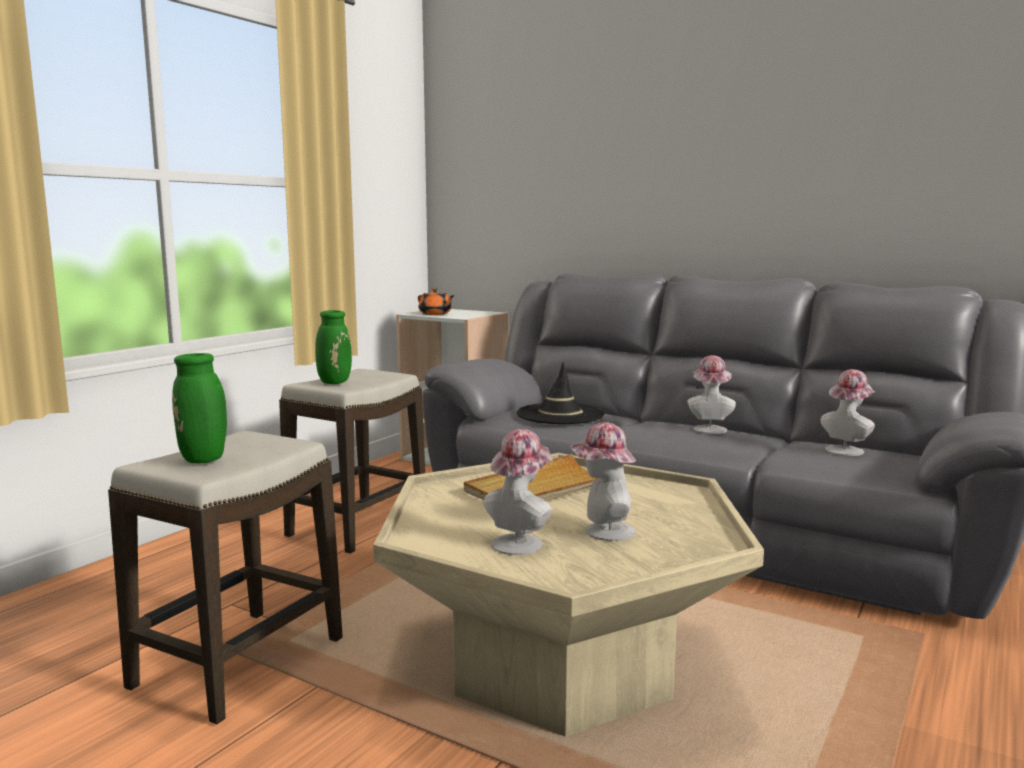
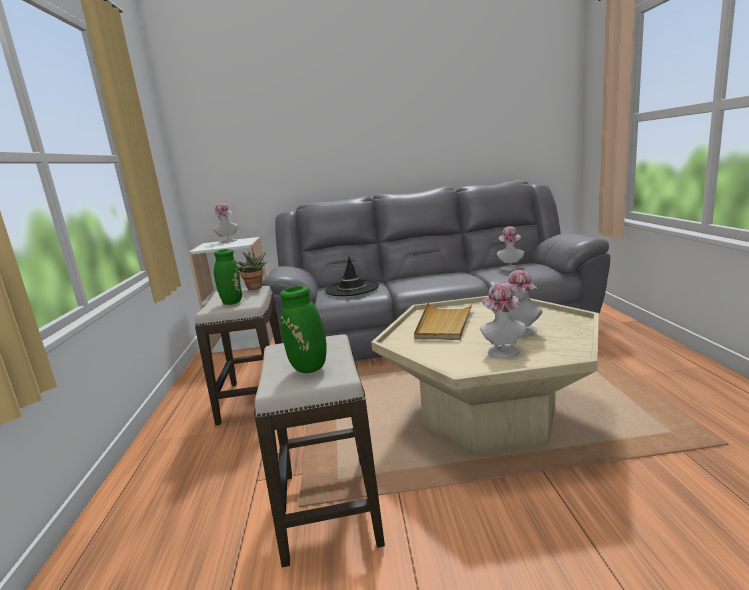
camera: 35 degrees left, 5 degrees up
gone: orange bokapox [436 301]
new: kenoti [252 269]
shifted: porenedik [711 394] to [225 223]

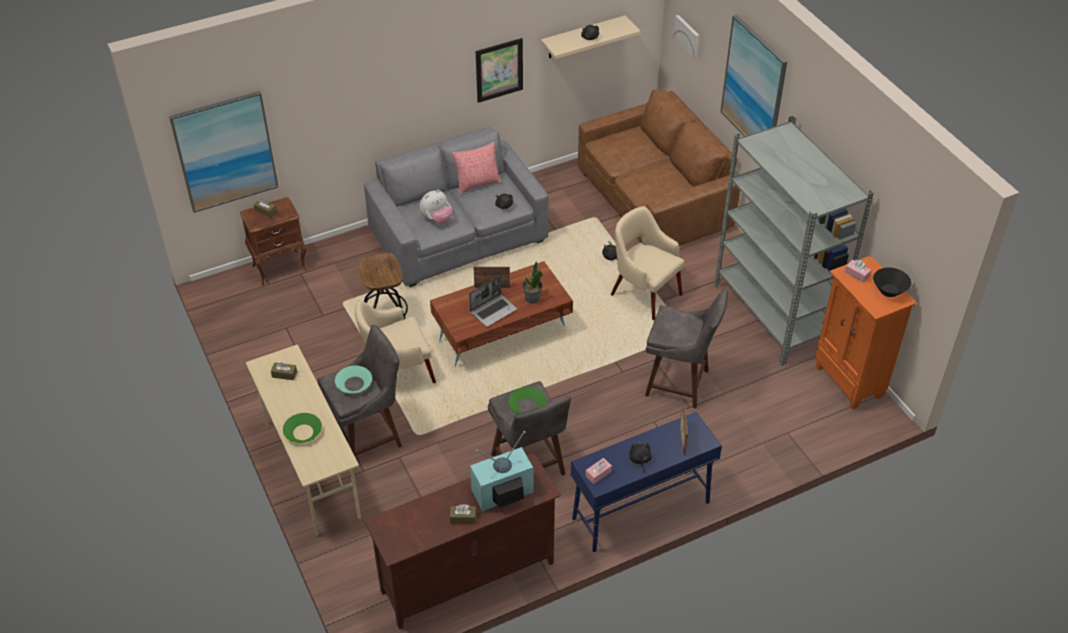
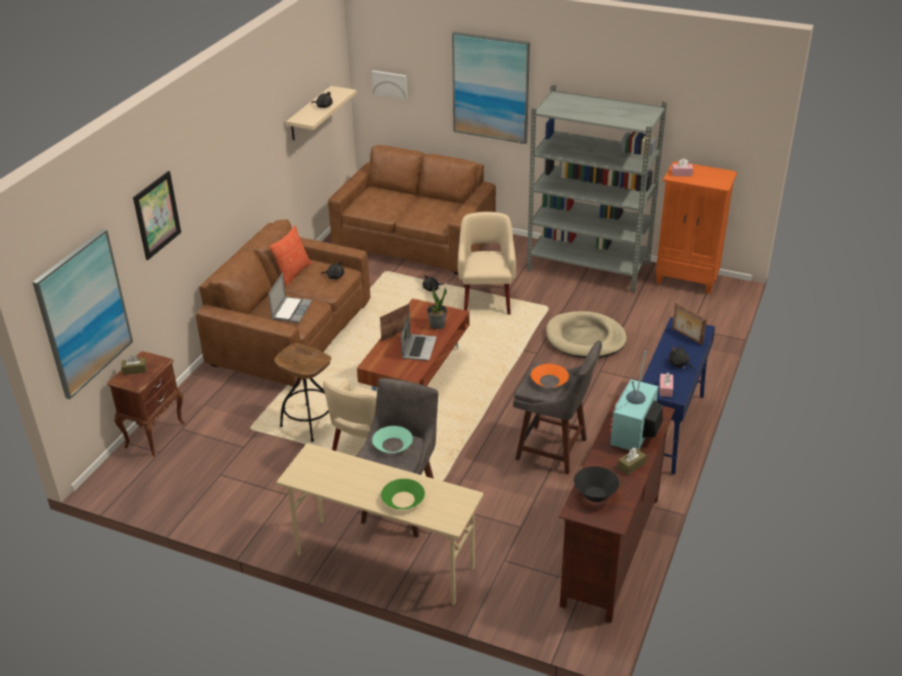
camera: 40 degrees left, 10 degrees down
gone: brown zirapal [284 371]
shifted: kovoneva [499 70] to [157 215]; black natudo [892 282] to [596 484]
swapped: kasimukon [435 207] to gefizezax [290 298]; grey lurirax [686 348] to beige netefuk [586 334]
repainted: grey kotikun [456 207] to brown kotikun [283 303]; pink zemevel [476 168] to orange zemevel [290 256]; green natudo [527 400] to orange natudo [550 375]
rotated: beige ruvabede [647 263] = [487 263] 90 degrees clockwise

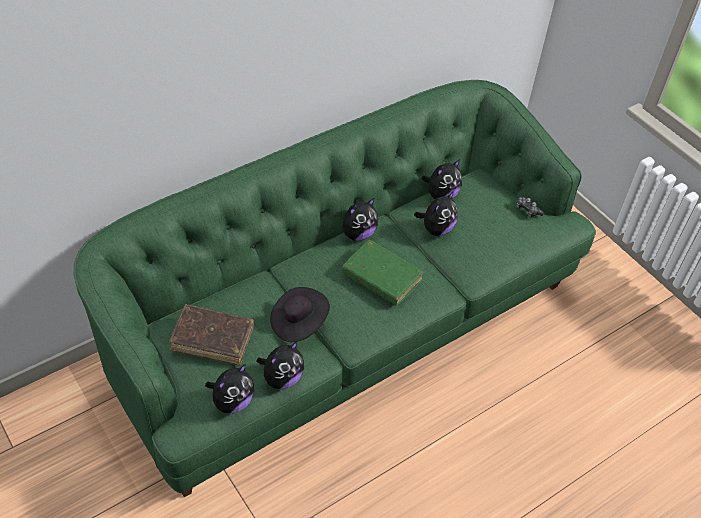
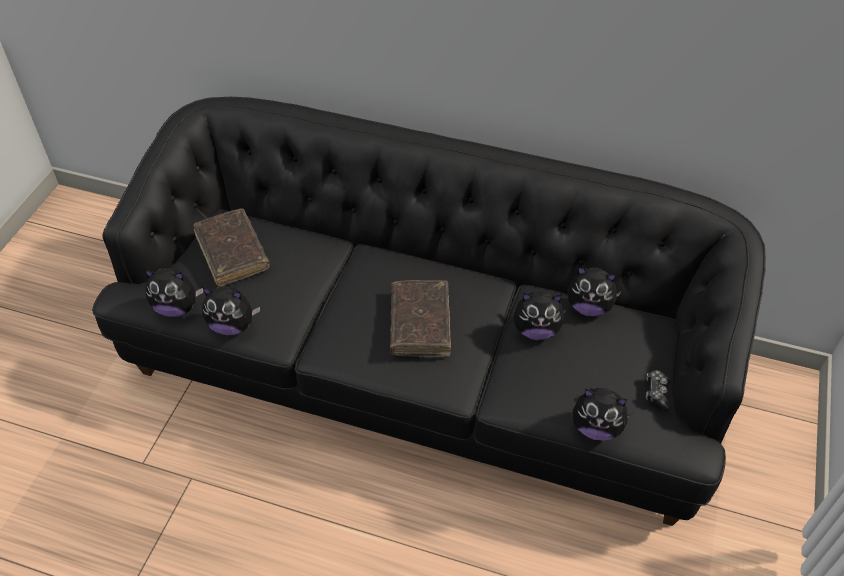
camera: 55 degrees right, 0 degrees up
gone: black porenedik [300 314]
shifted: kasimukon [360 219] to [603 414]
repainted: green kotikun [334 288] to black kotikun [429 311]; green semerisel [382 273] to brown semerisel [420 318]

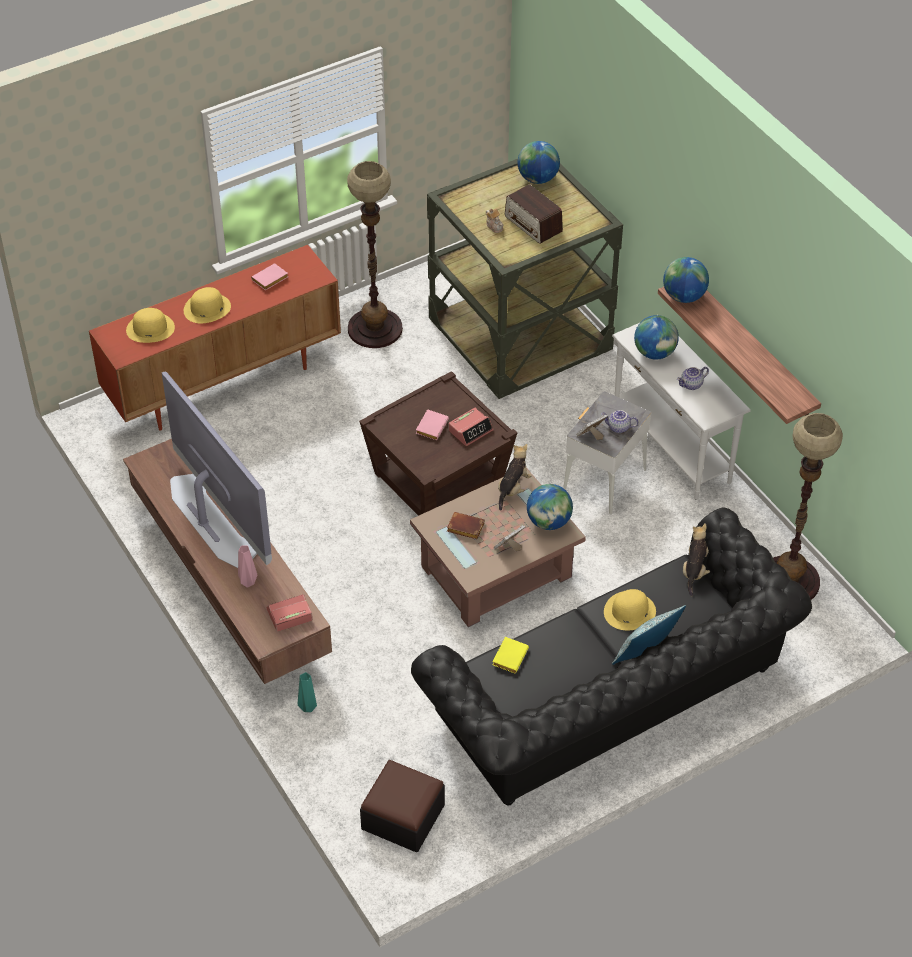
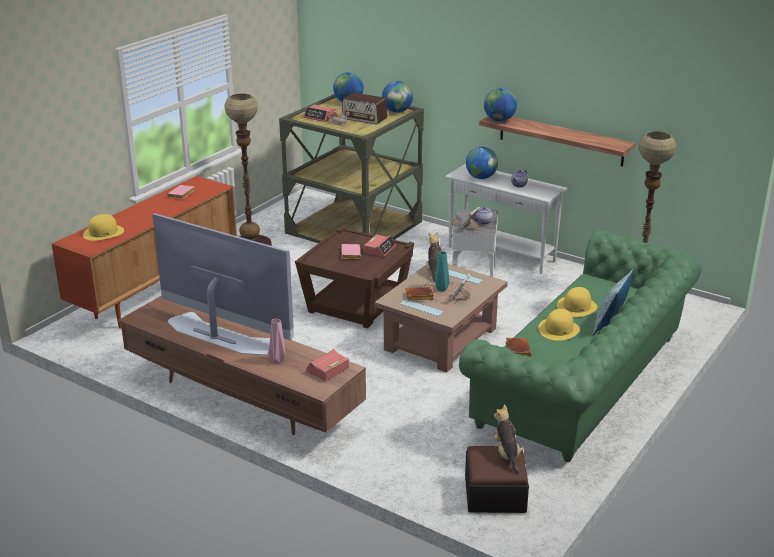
camera: 25 degrees left, 20 degrees down
new: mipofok [319 113]
shifted: yellow porenedik [207 305] to [559 325]; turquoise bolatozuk [307 692] to [442 271]; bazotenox [550 507] to [397 97]; kasimukon [696 559] to [509 439]
repainted: black kotikun [611 657] to green kotikun [580 346]; yellow semerisel [510 655] to brown semerisel [519 347]

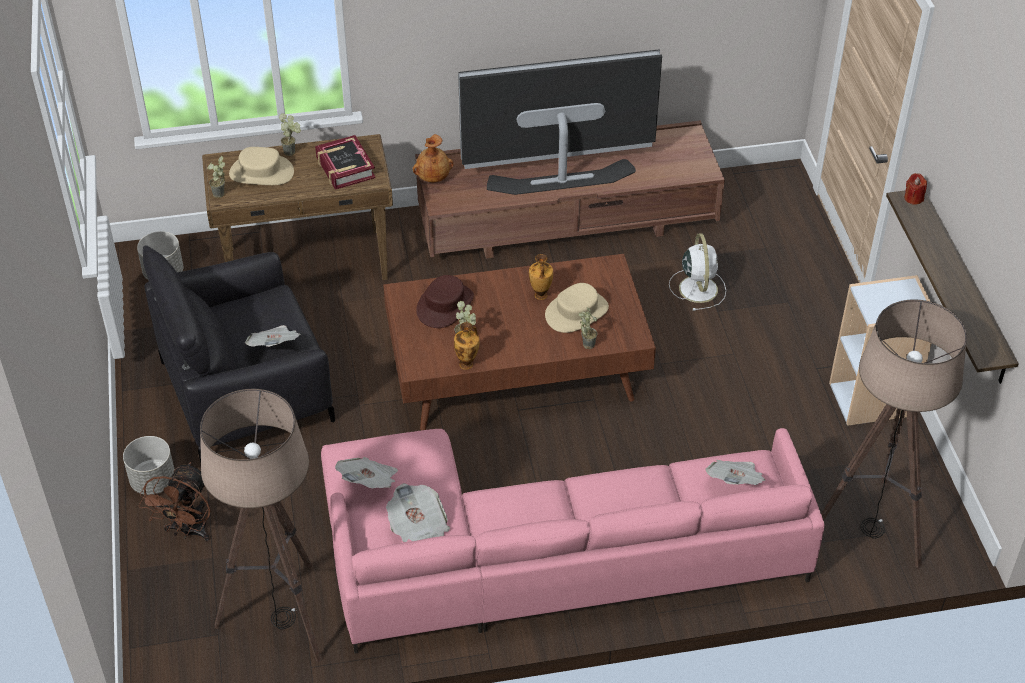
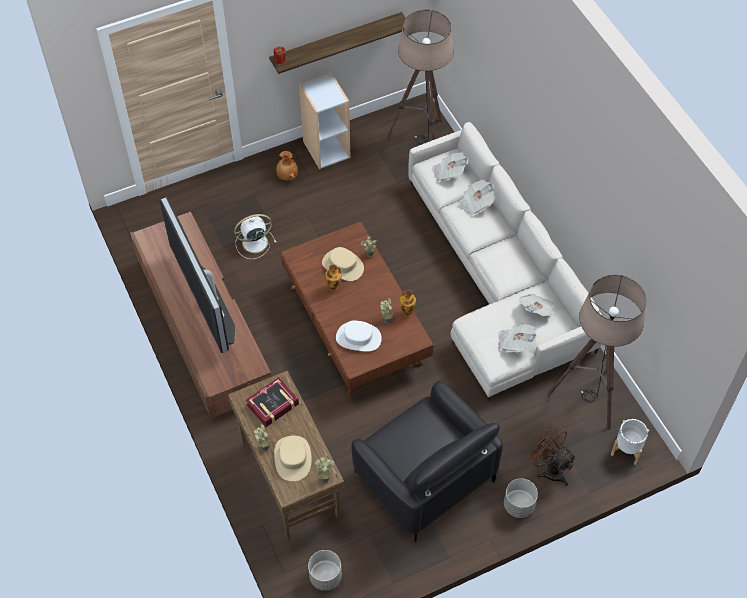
camera: 105 degrees left, 10 degrees up
new: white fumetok [630 442]
shifted: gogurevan [273 336] to [476 198]; brown bolatozuk [433 158] to [287 165]
repainted: pink kotikun [573 540] to white kotikun [505 261]; brown porenedik [445 301] to white porenedik [359 335]
rotated: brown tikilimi [175 501] = [552 455] 135 degrees counterclockwise

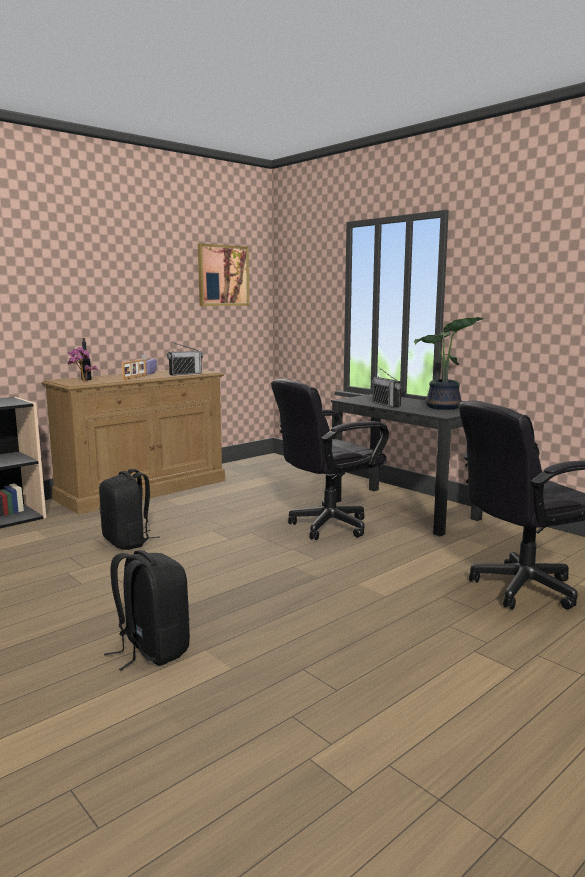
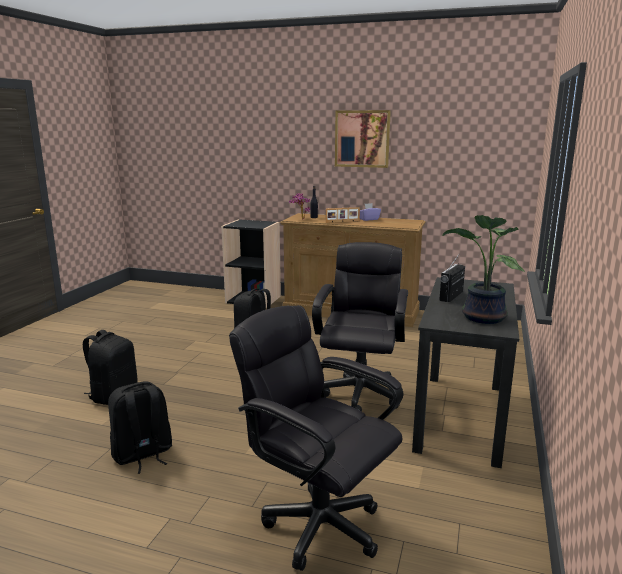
camera: 60 degrees right, 5 degrees up
gone: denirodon [185 358]
new: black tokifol [140 427]
shifted: kovoneva [223 274] to [363 139]
rotated: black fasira [330 459] = [360 327] 75 degrees clockwise

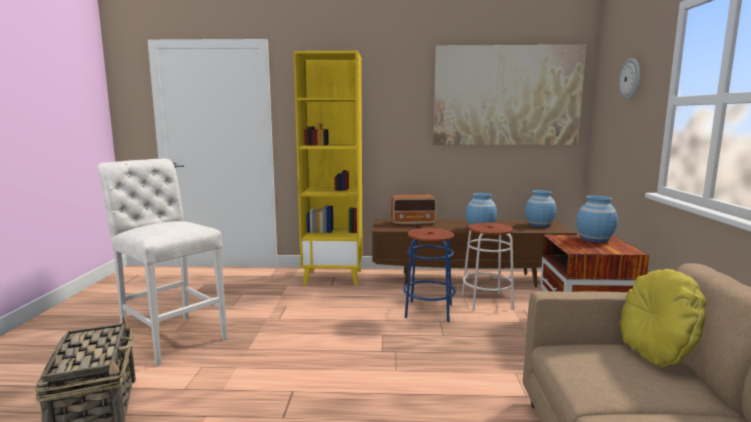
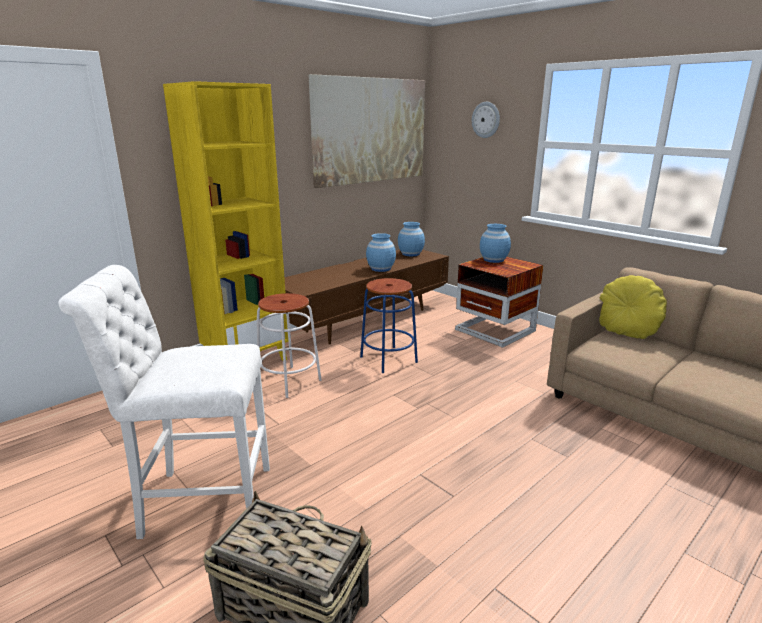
camera: 45 degrees left, 10 degrees up
gone: denirodon [414 210]
shifted: white lurirax [488 266] to [289 345]

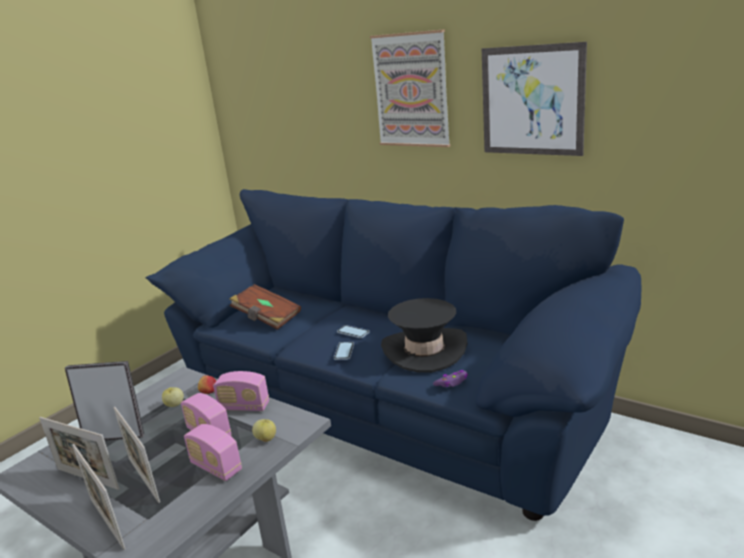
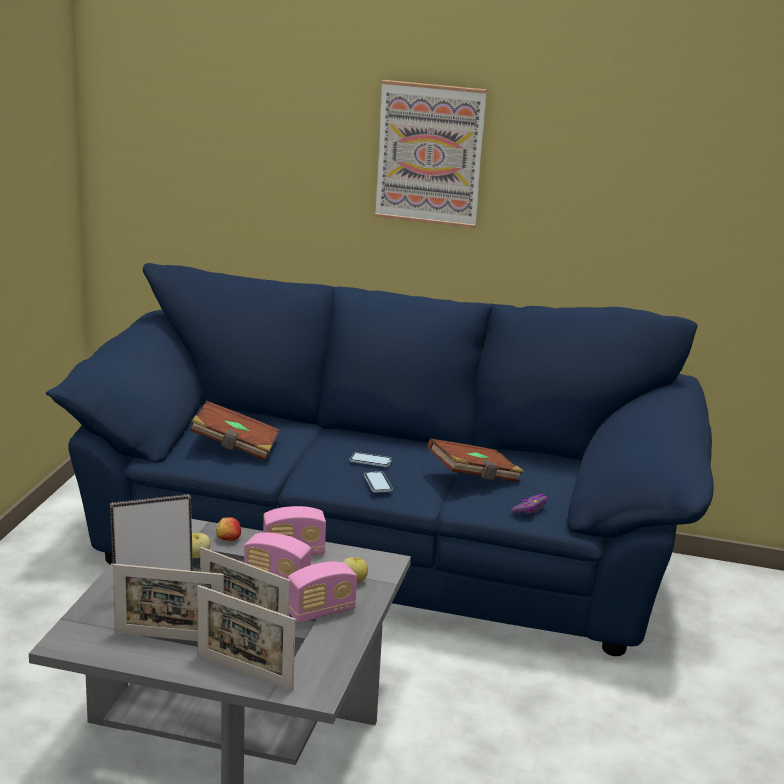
camera: 25 degrees left, 0 degrees up
gone: kovoneva [534 99]
swapped: black porenedik [424 335] to brown semerisel [475 461]
rotated: denirodon [213 452] = [322 592] 45 degrees counterclockwise

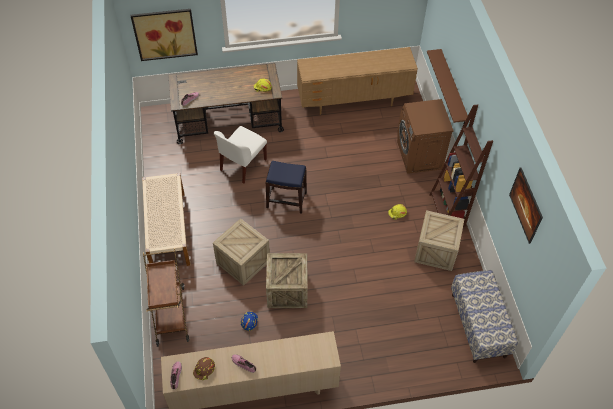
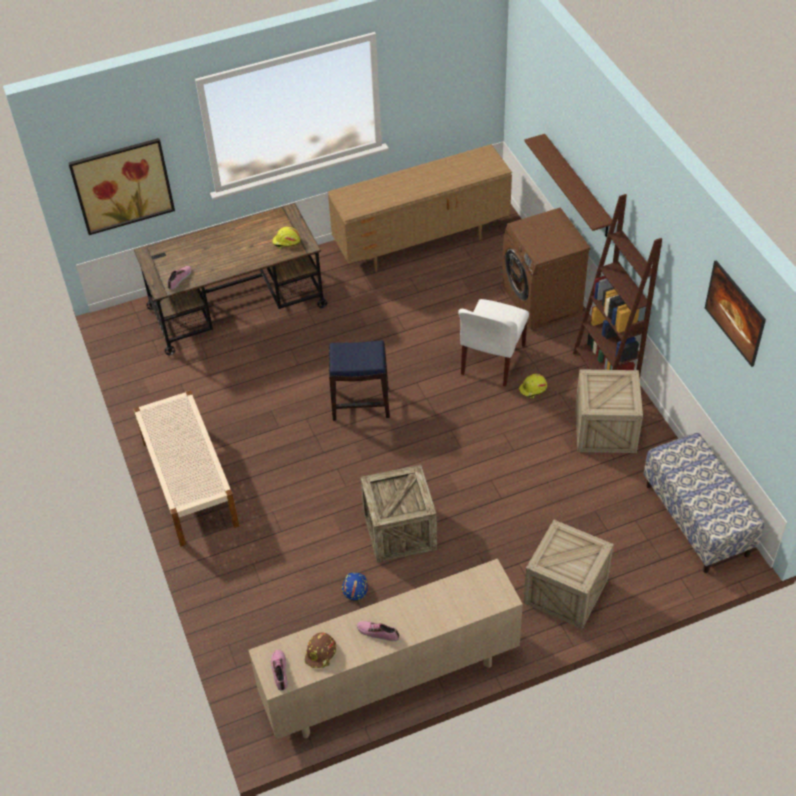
camera: 10 degrees left, 5 degrees down
gone: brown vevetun [166 297]
shifted: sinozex [241 252] to [568 574]; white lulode [240 155] to [493 342]

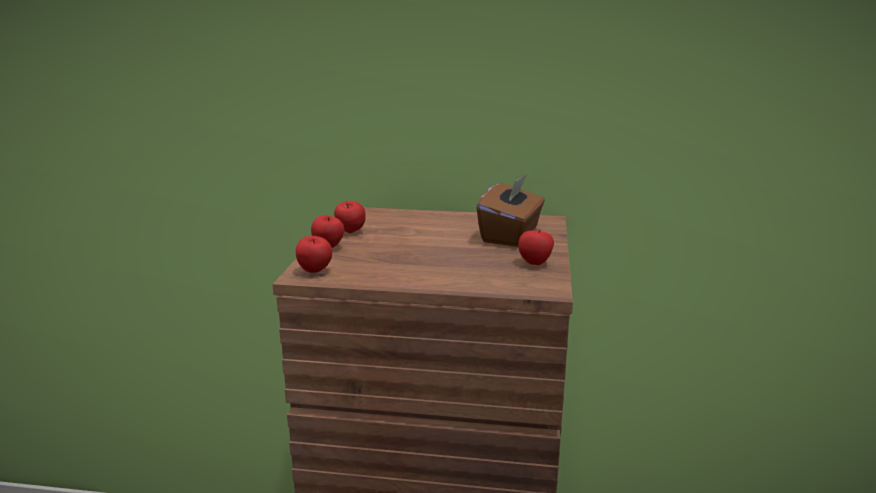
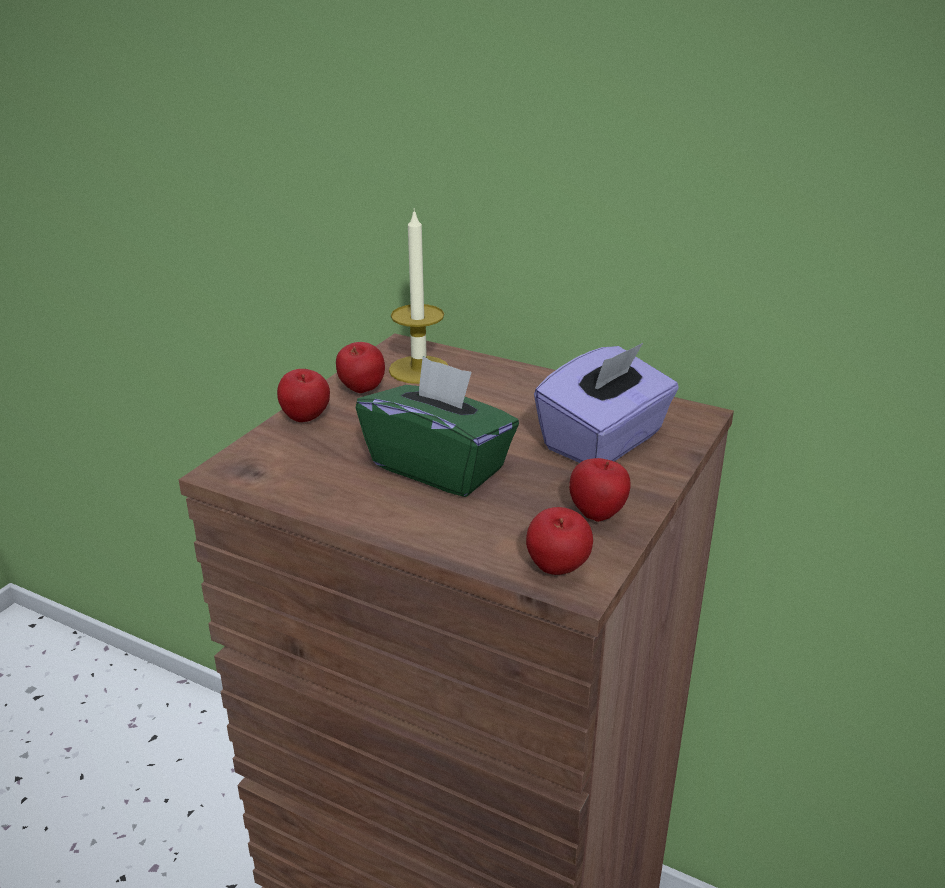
camera: 20 degrees right, 10 degrees up
new: green zirapal [437 426]; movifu [418 296]
shifted: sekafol [314 254] to [559 541]
repainted: brown zirapal [510 210] to purple zirapal [606 403]

